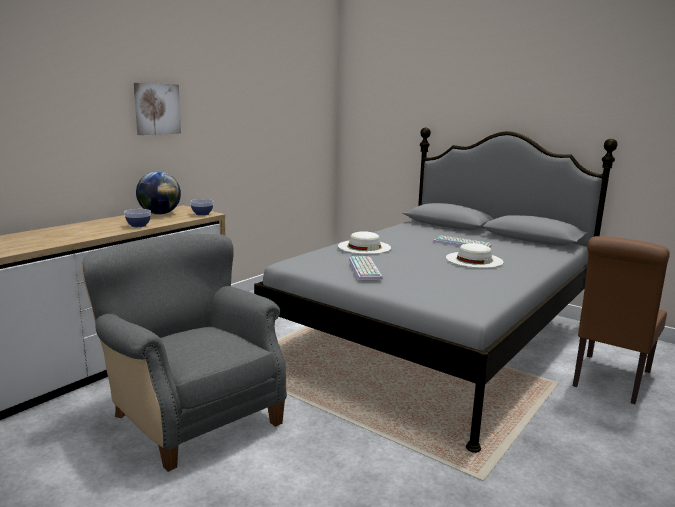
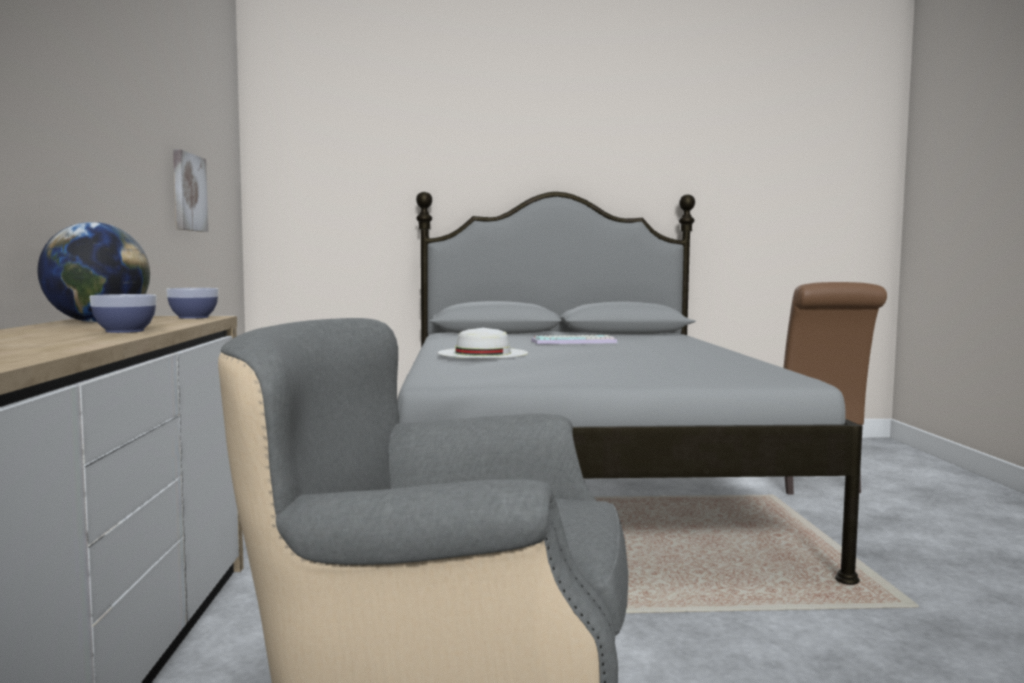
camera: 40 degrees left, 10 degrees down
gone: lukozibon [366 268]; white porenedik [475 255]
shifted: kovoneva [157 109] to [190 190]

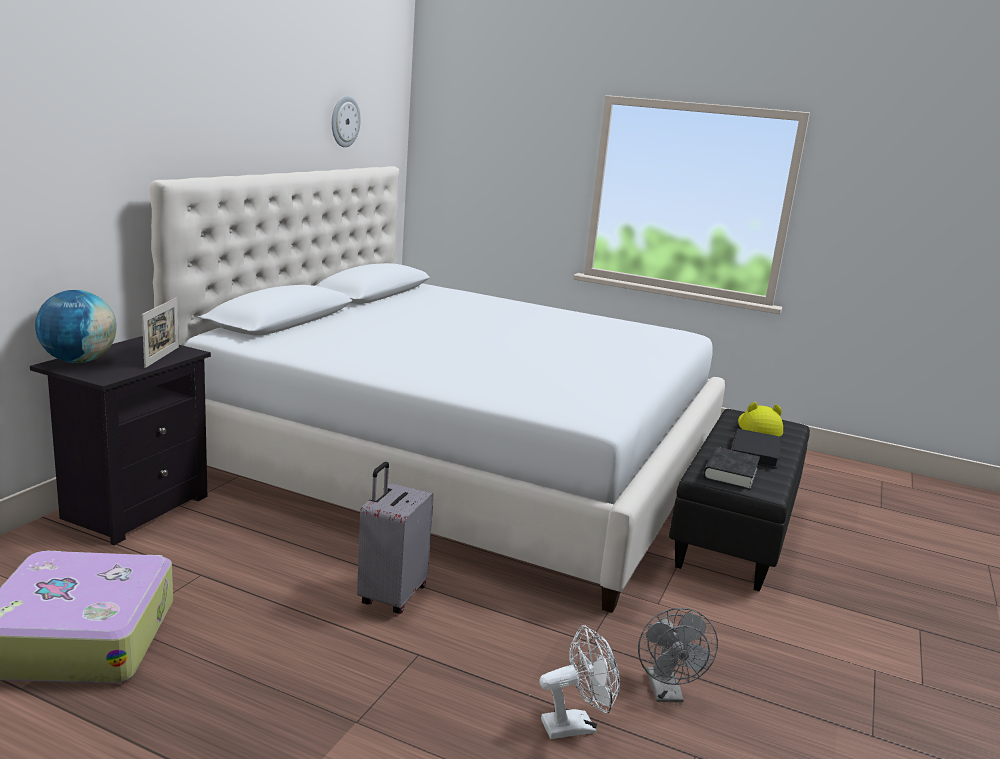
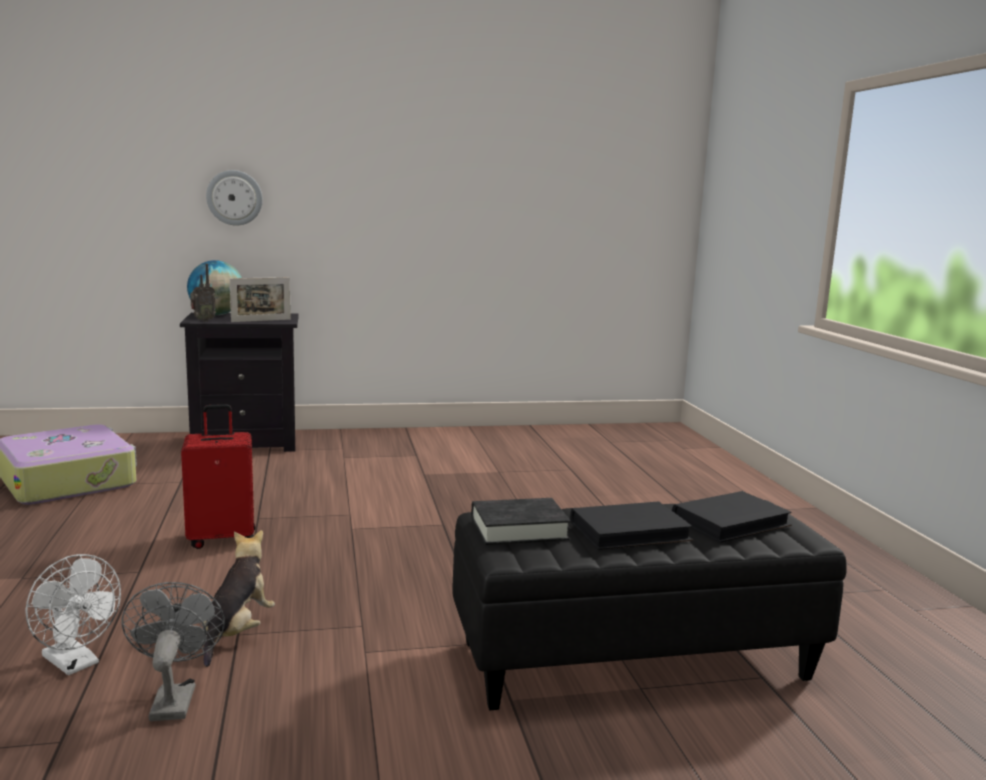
camera: 55 degrees right, 5 degrees down
gone: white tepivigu [437 389]
new: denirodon [203 293]; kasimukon [239 598]
shifted: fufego [346 121] to [234 198]
swapped: yellow porenedik [760 419] to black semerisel [732 517]
repainted: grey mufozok [395 538] to red mufozok [218 476]
rotated: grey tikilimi [678 655] = [173 651] 120 degrees clockwise

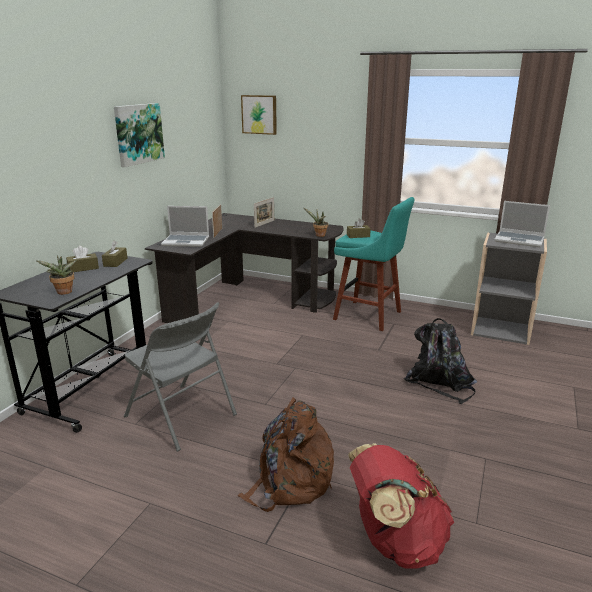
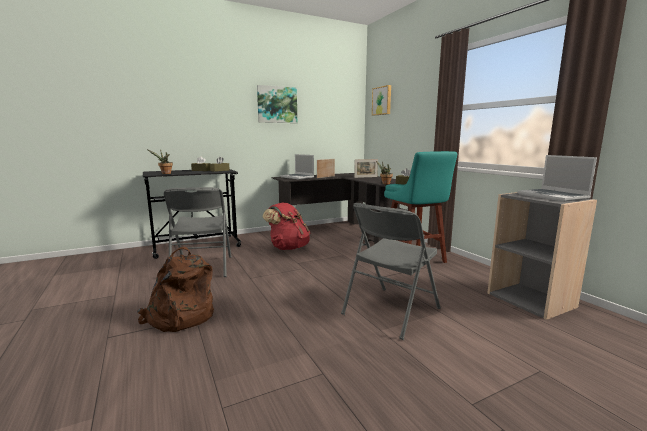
camera: 40 degrees right, 10 degrees down
shifted: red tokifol [401 506] to [286 226]
swapped: black tokifol [441 361] to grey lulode [391 271]

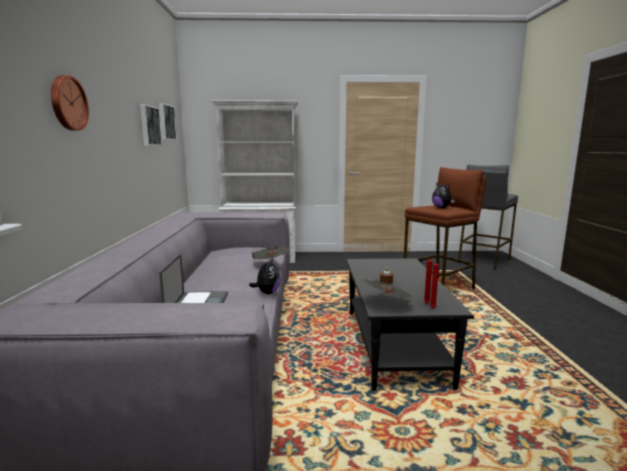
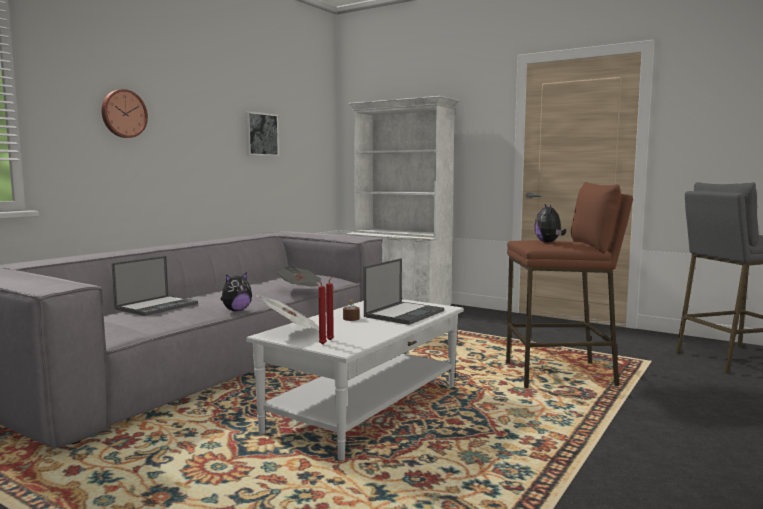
camera: 35 degrees right, 5 degrees down
gone: kovoneva [168 121]
new: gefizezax [403 291]
repainted: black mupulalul [410 324] to white mupulalul [355 380]

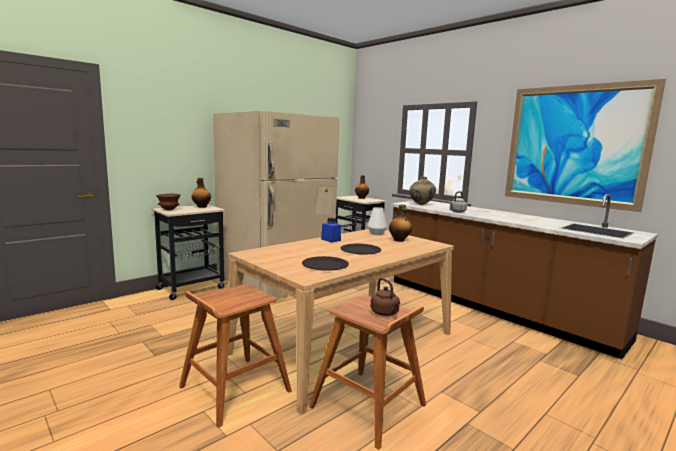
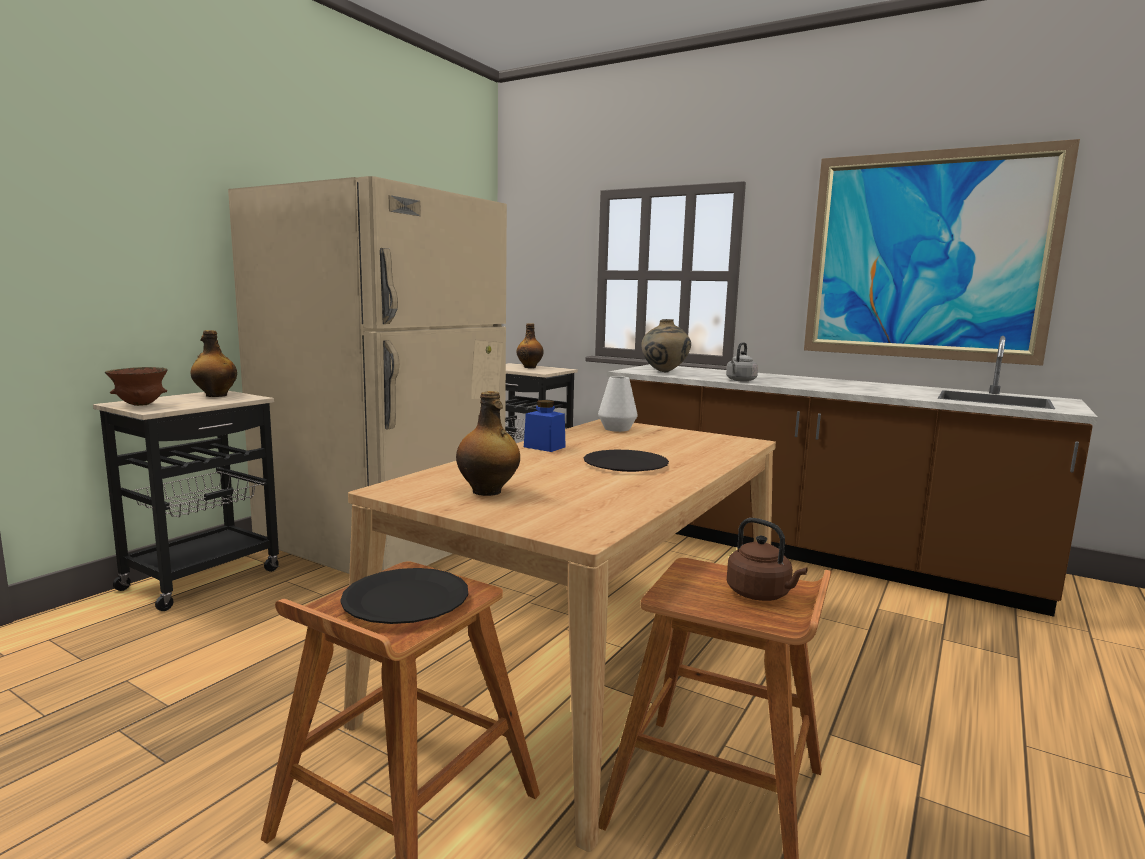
camera: 15 degrees left, 0 degrees up
shifted: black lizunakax [325 263] to [404 596]; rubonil [400 223] to [488 443]

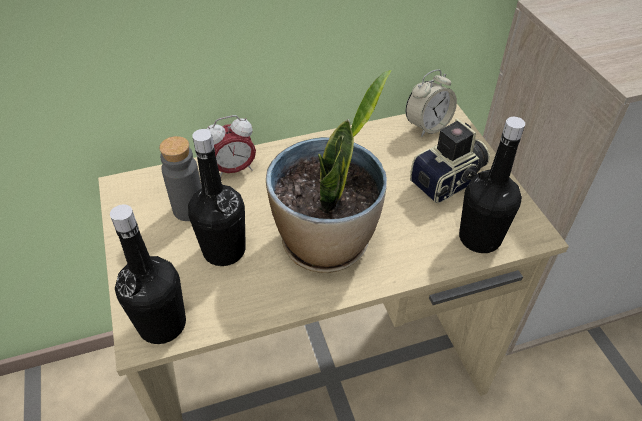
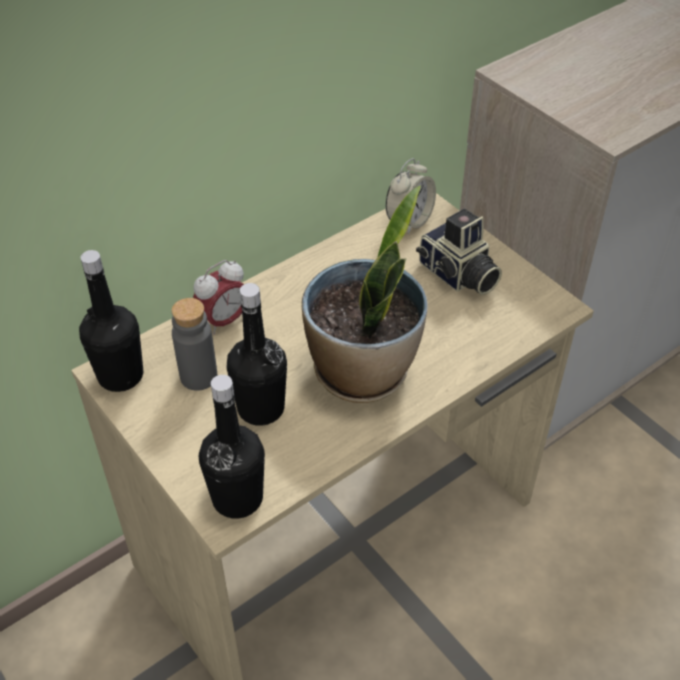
camera: 20 degrees left, 0 degrees up
shifted: black rubonil [492 185] to [111 321]
rotated: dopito [450 160] = [459 252] 105 degrees clockwise

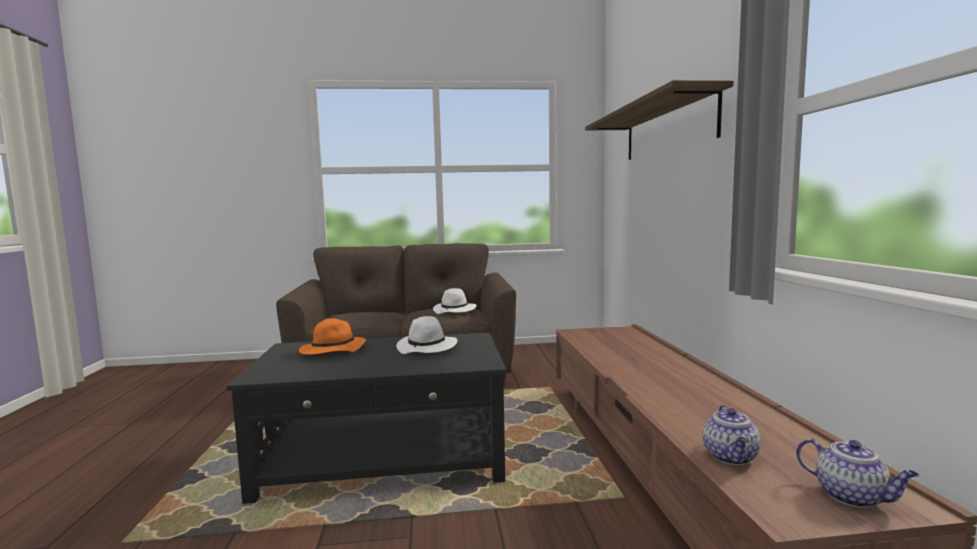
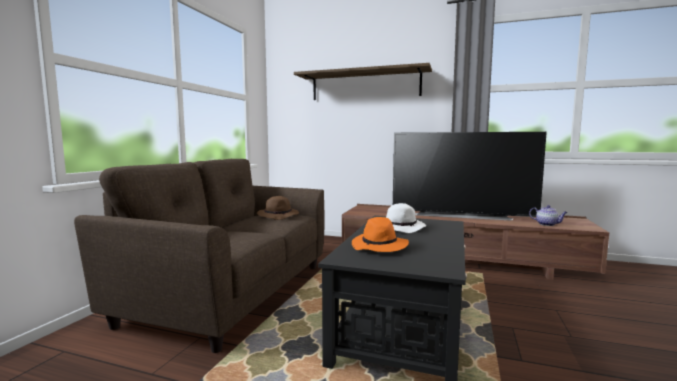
camera: 65 degrees left, 0 degrees up
gone: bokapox [857 473]
new: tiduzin [470 176]
repainted: white porenedik [455 301] to brown porenedik [278 208]

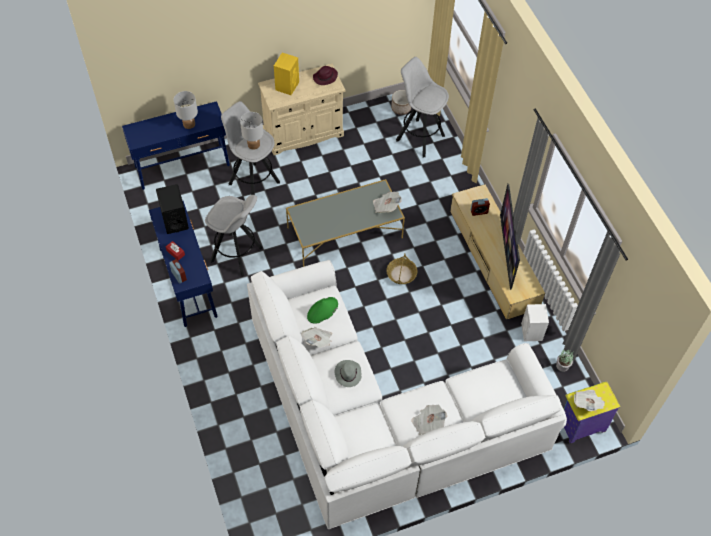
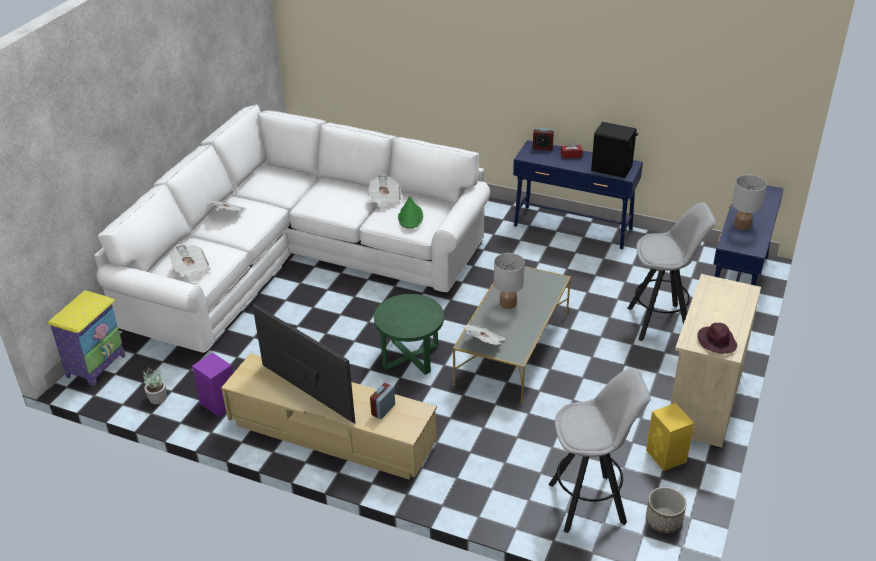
camera: 135 degrees right, 20 degrees down
gone: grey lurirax [234 236]; grey porenedik [348 373]
shifted: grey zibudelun [251 131] to [509 281]; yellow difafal [286 74] to [670 437]; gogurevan [589 400] to [190 263]
swapped: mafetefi [401 269] to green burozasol [409 334]
repainted: white difafal [535 322] to purple difafal [212 385]

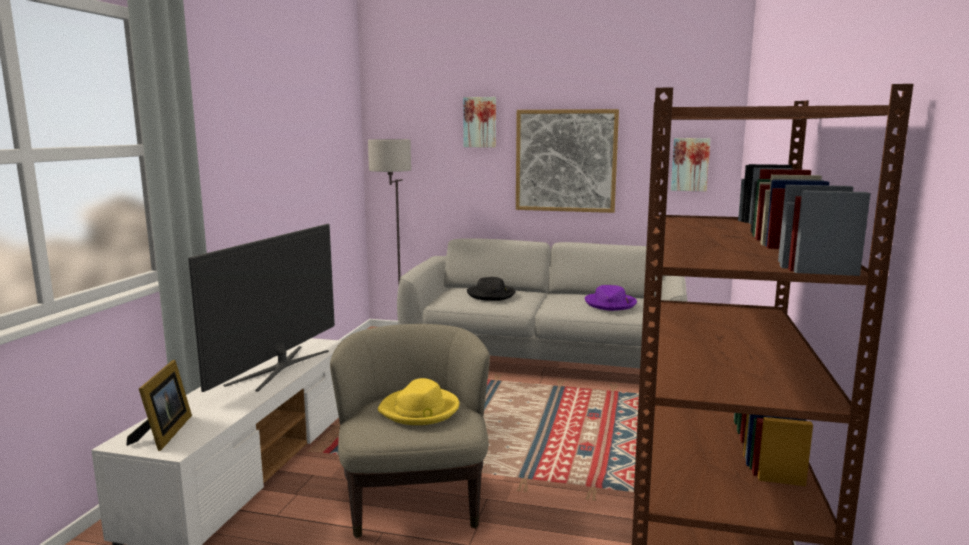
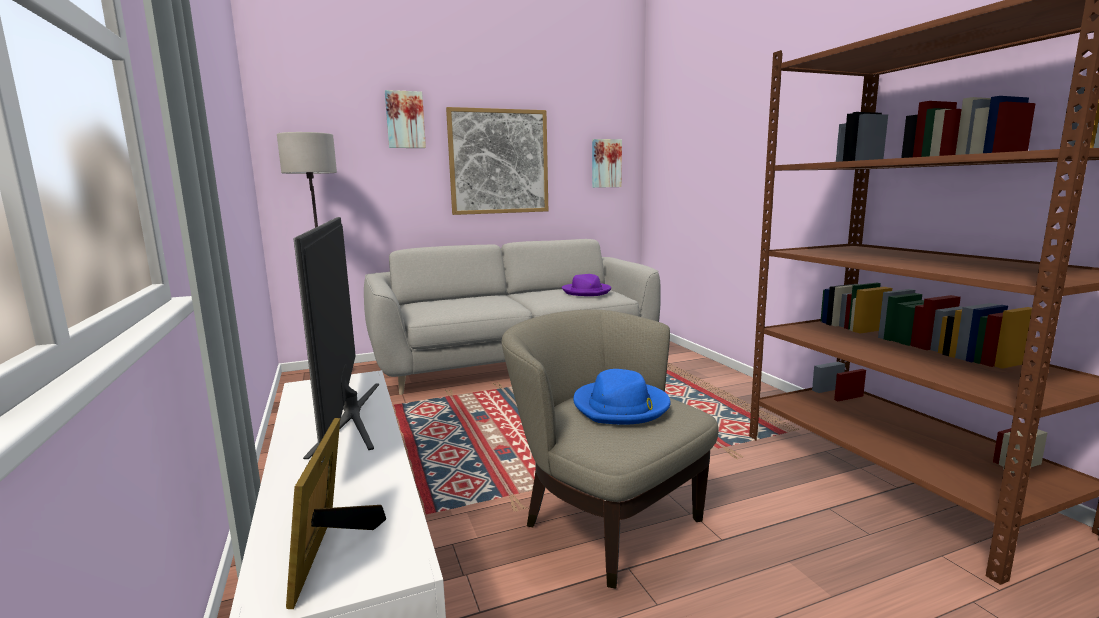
camera: 35 degrees left, 0 degrees up
gone: black porenedik [491 289]
repainted: yellow porenedik [419 401] to blue porenedik [622 397]
rotated: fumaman [159 405] = [336 513] 150 degrees counterclockwise

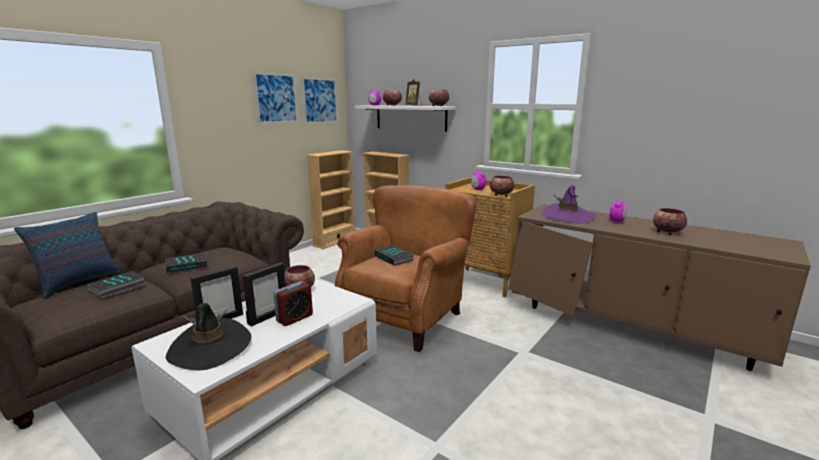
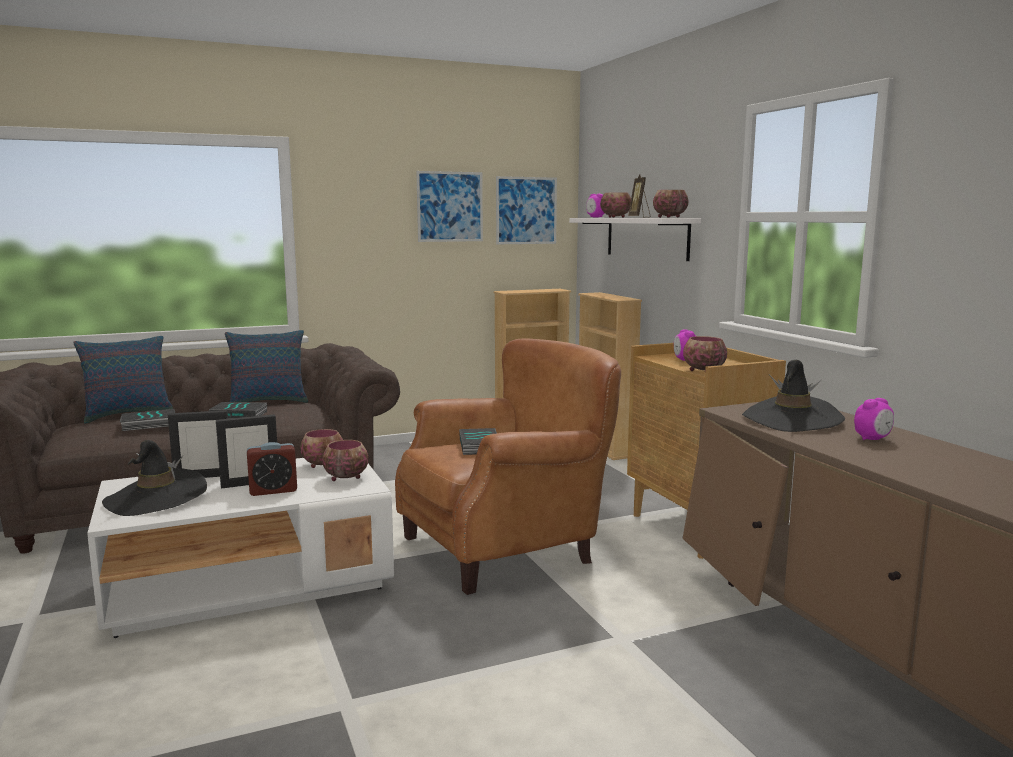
camera: 30 degrees right, 5 degrees down
new: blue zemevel [266 366]
shifted: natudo [670 221] to [345 460]
repainted: purple porenedik [569 204] to black porenedik [793 396]

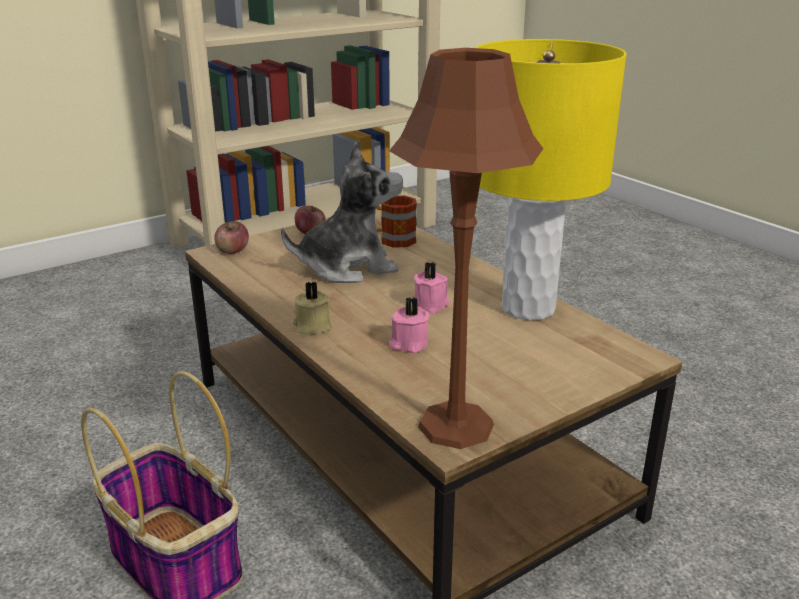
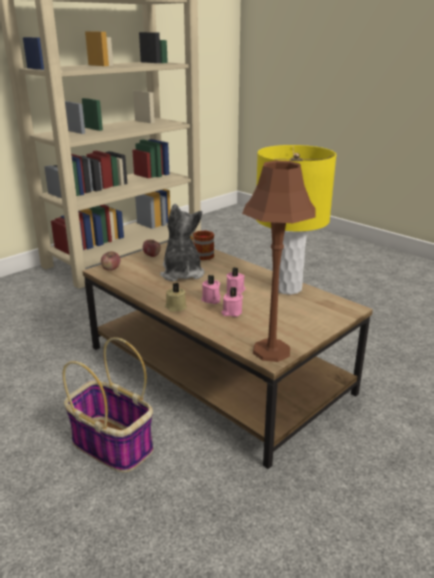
camera: 10 degrees left, 0 degrees up
new: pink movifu [211 289]
rotated: kasimukon [342 212] = [182 242] 75 degrees counterclockwise

